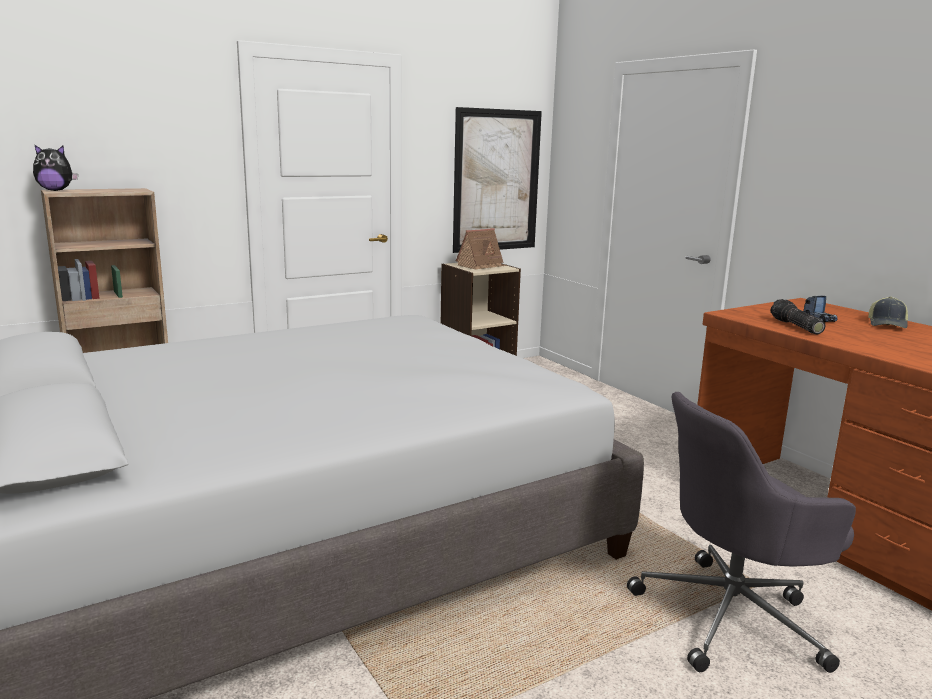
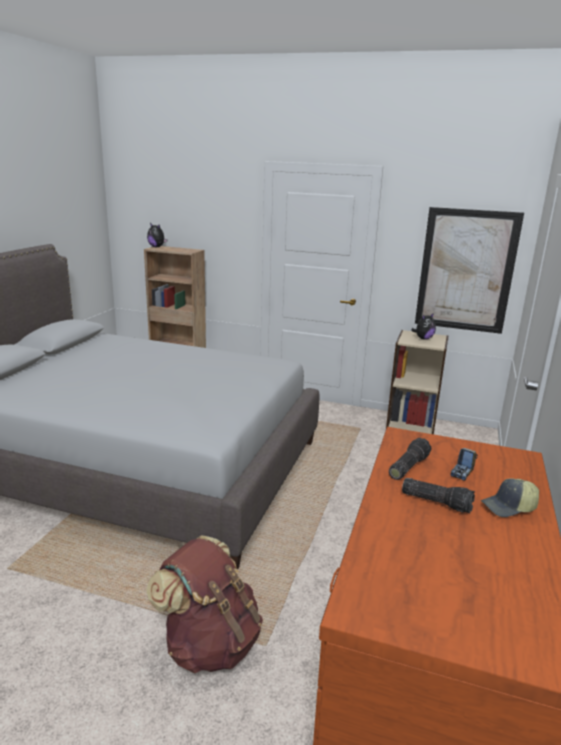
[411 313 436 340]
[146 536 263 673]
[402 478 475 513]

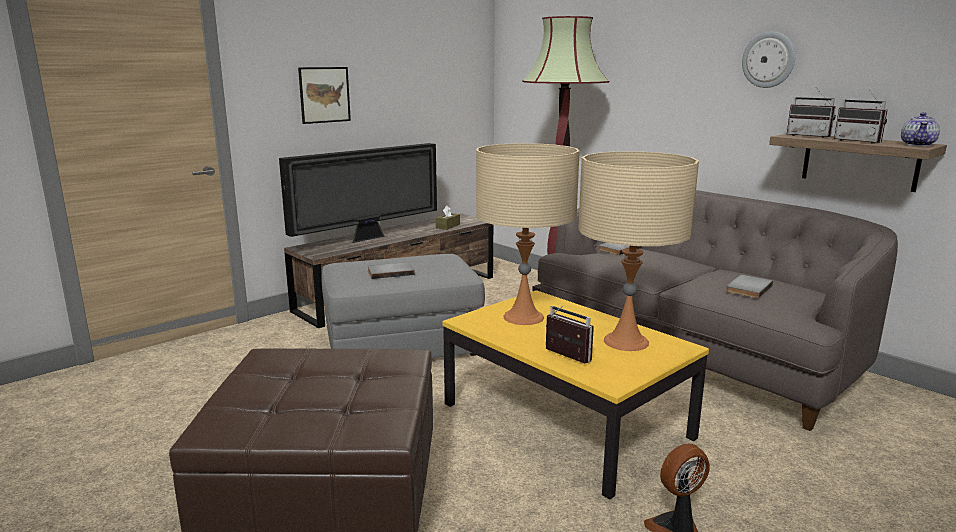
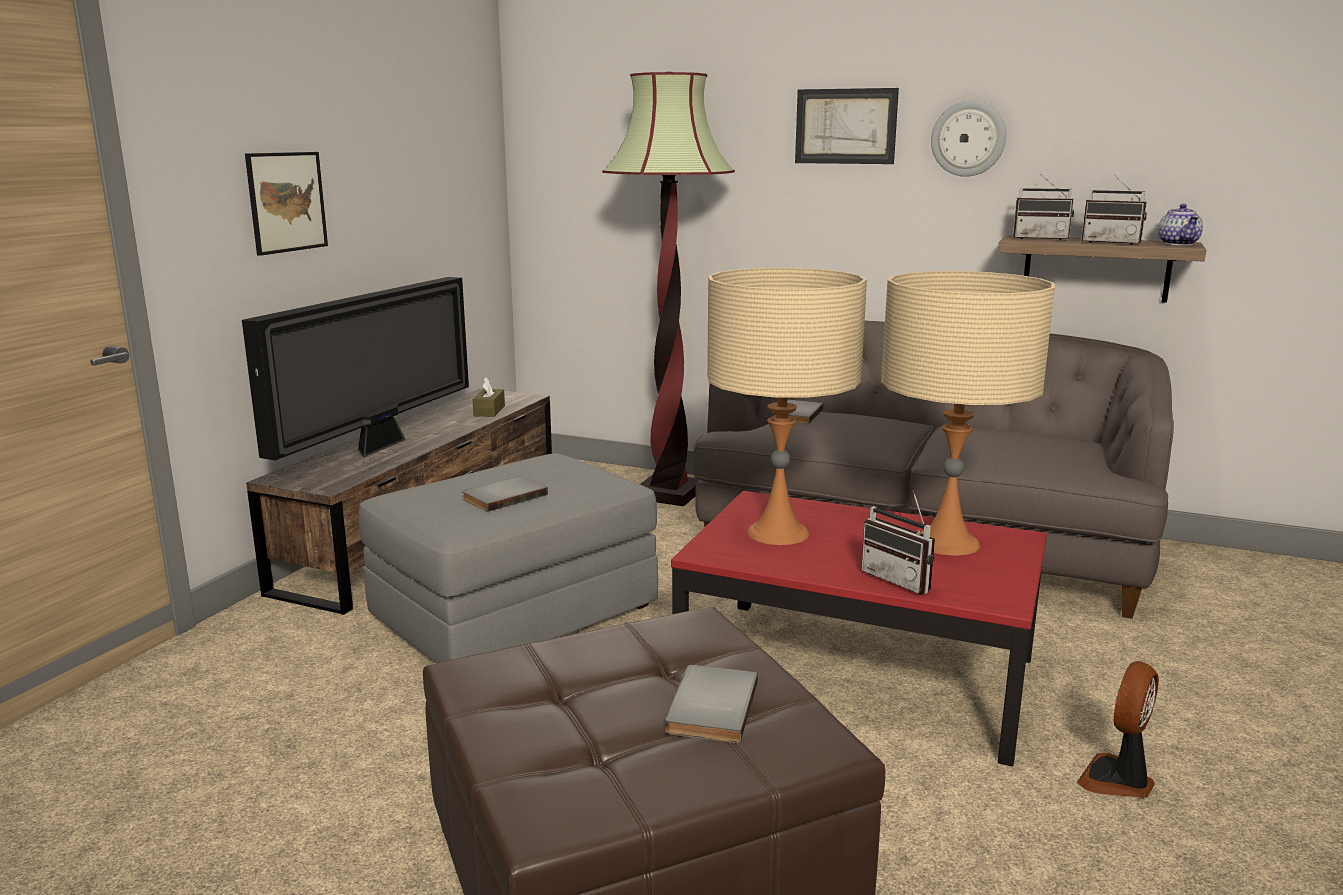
[671 491 1047 766]
[861 490 935 594]
[665 665 758 743]
[795 88 899 164]

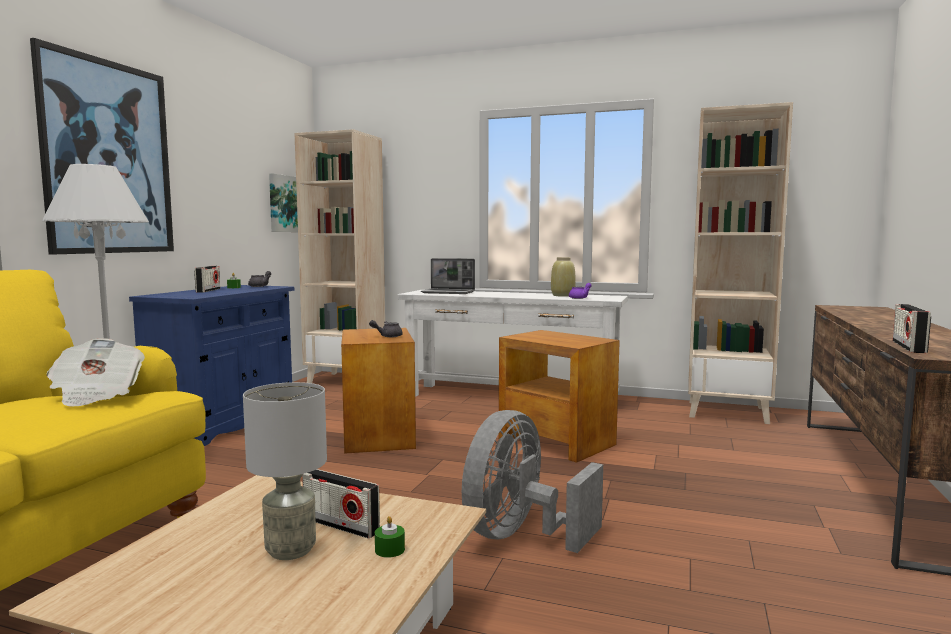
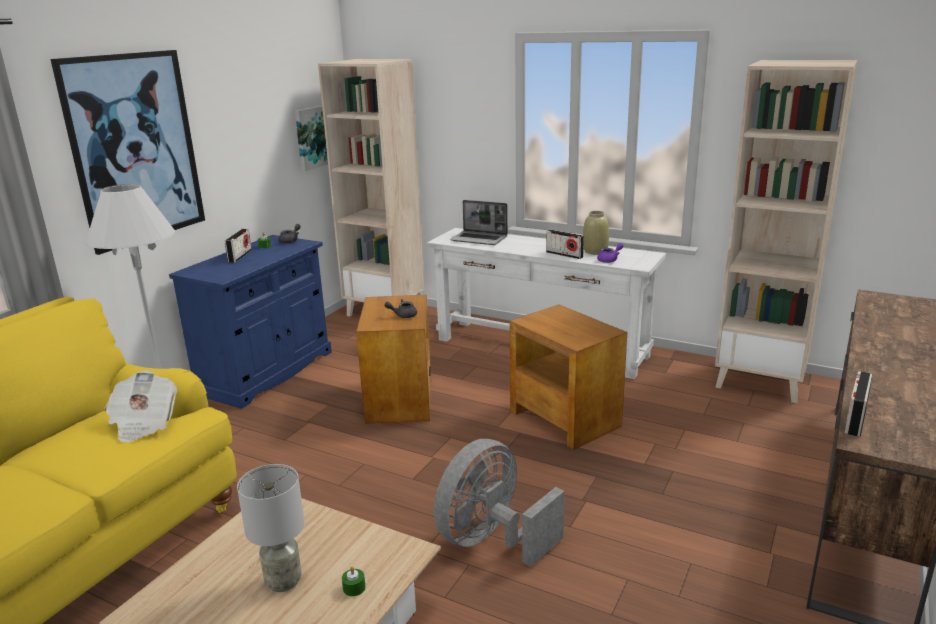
[546 230 584 259]

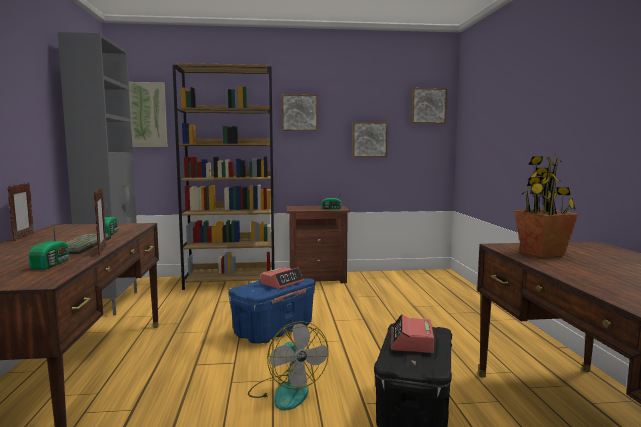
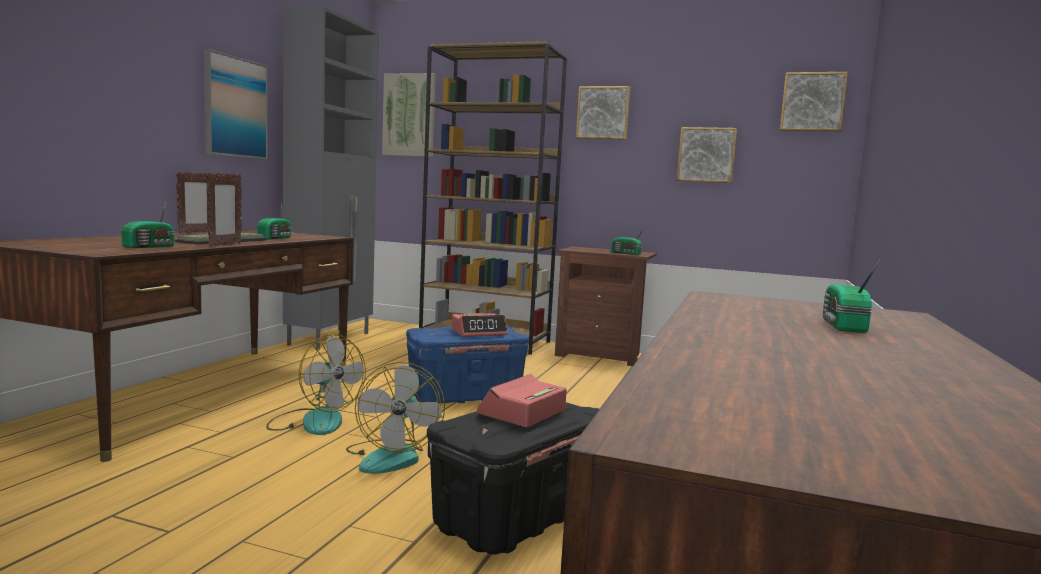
[514 153 578 257] (first image)
[204 49 268 160]
[266 334 366 435]
[823 259 881 333]

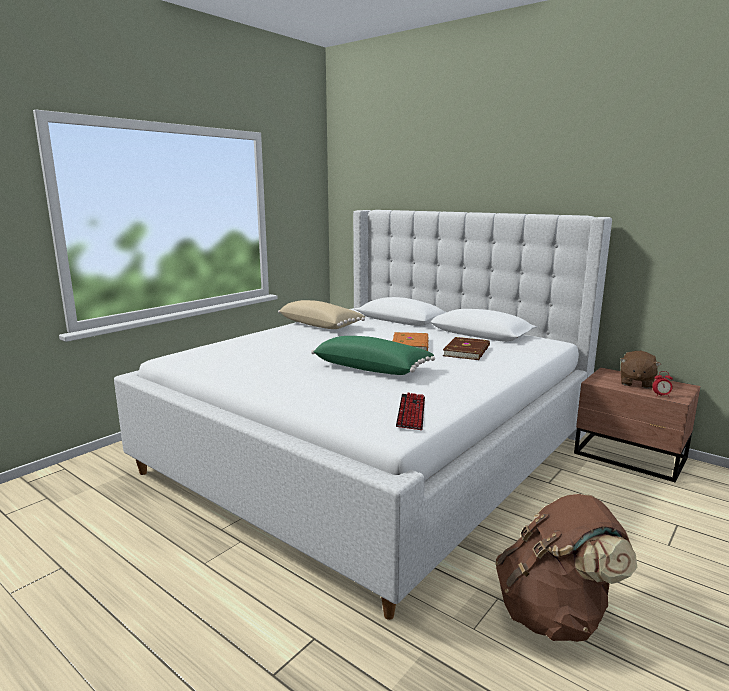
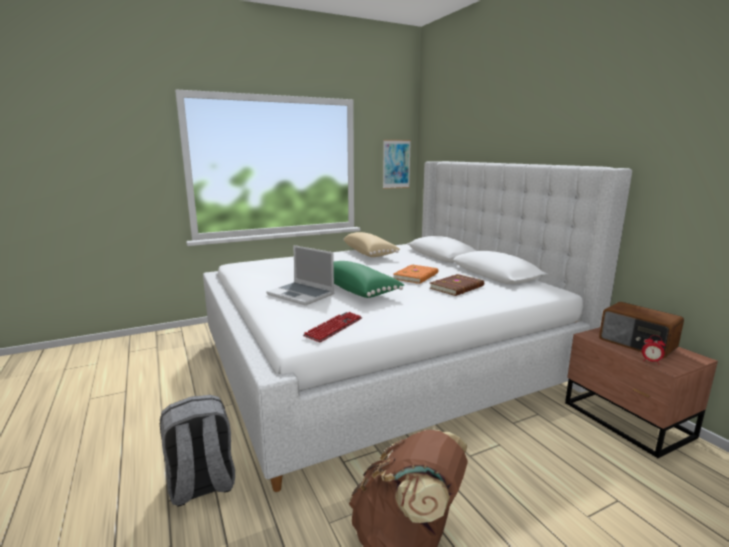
[599 302 684 359]
[160 395 235 507]
[266 245 335 306]
[383 140 411 189]

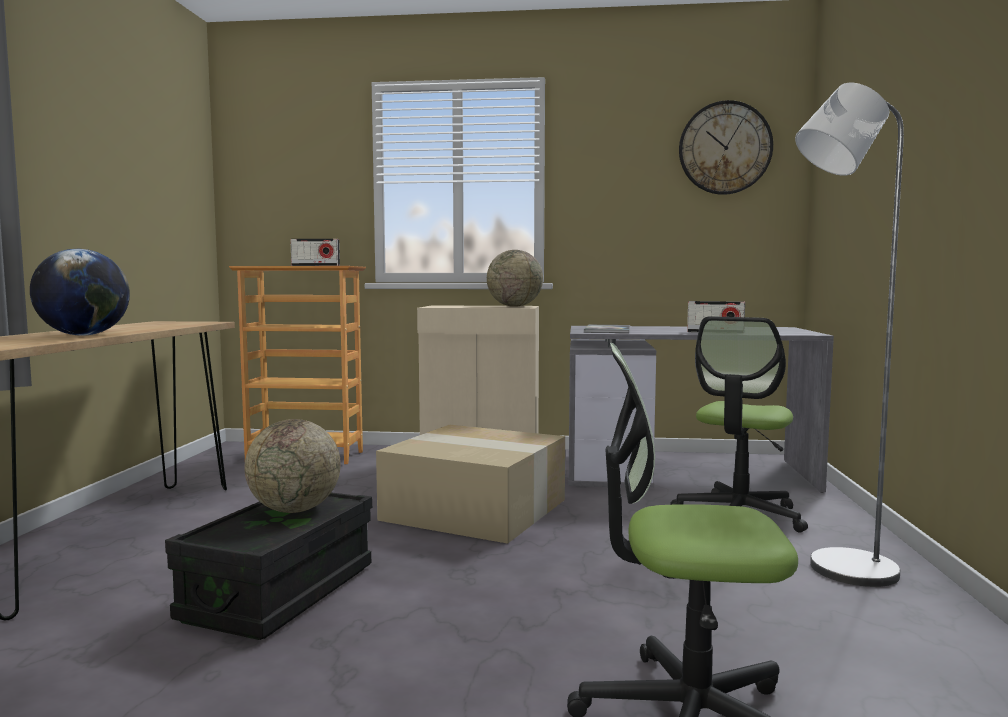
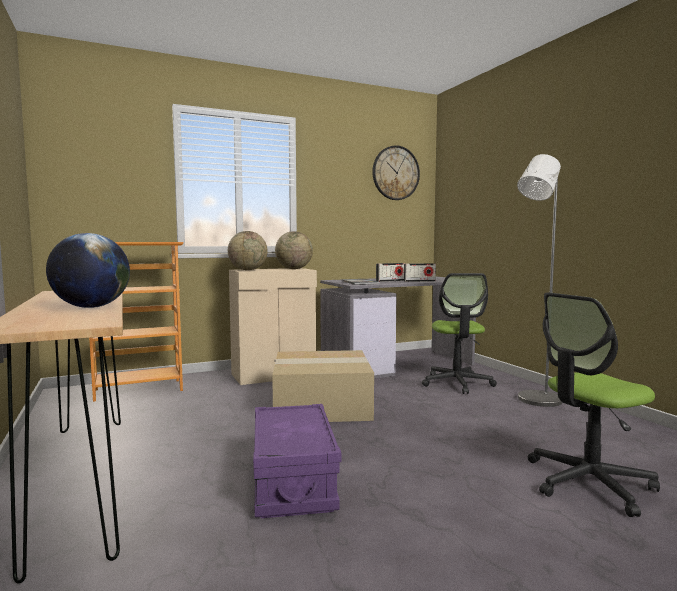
[253 404 341 518]
[228 231 268 270]
[376 263 405 282]

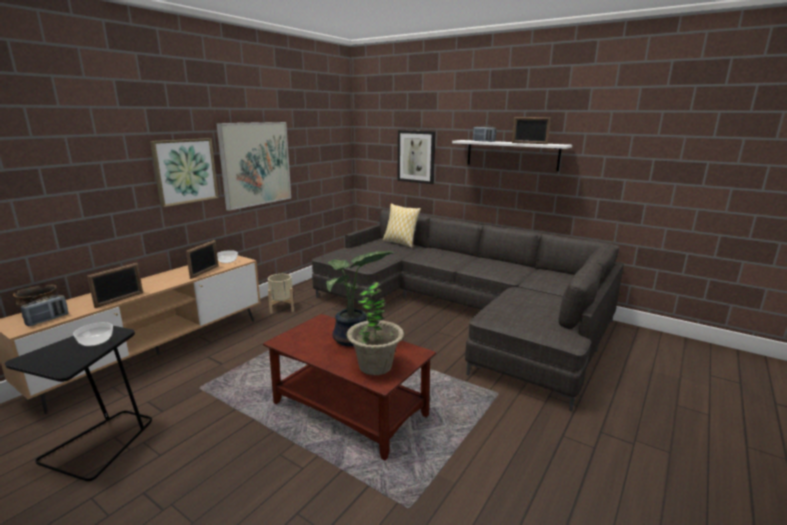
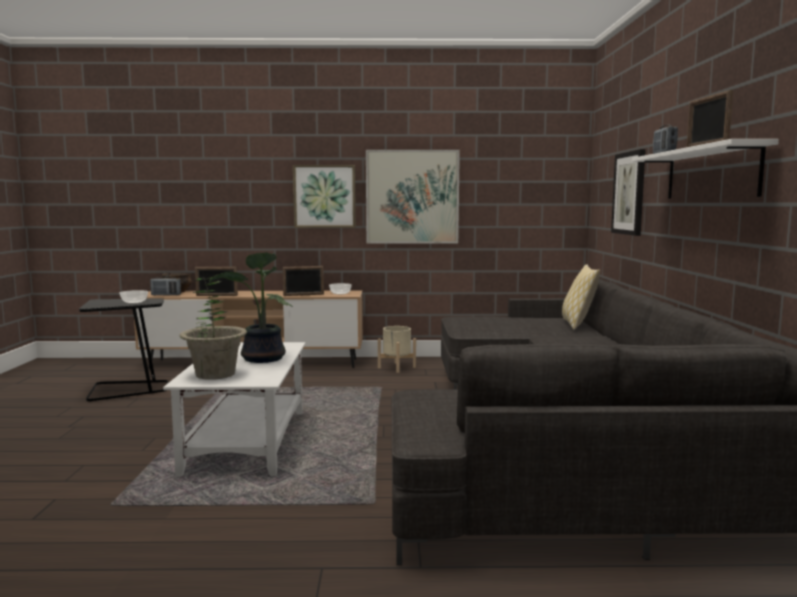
[163 342 306 476]

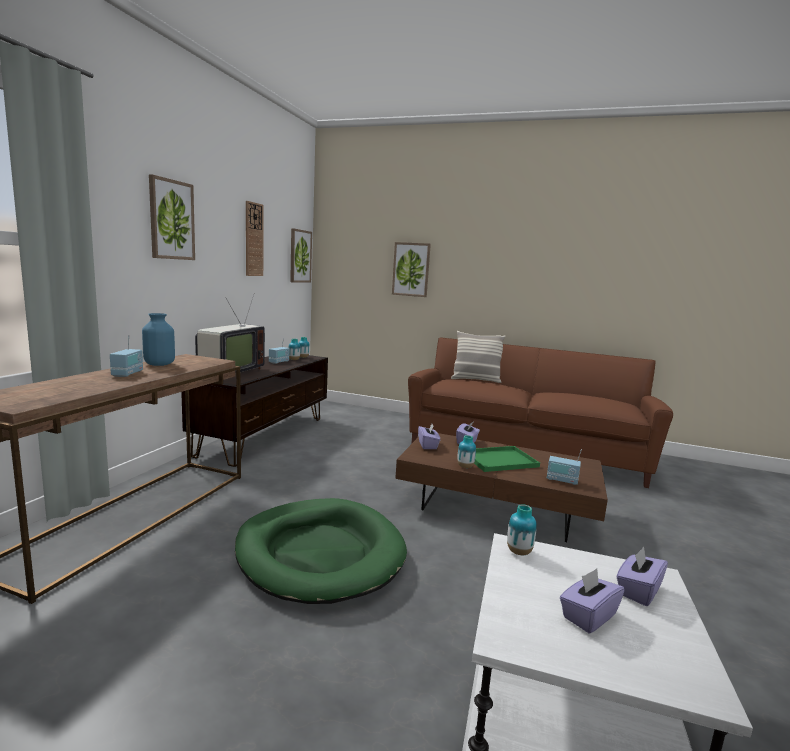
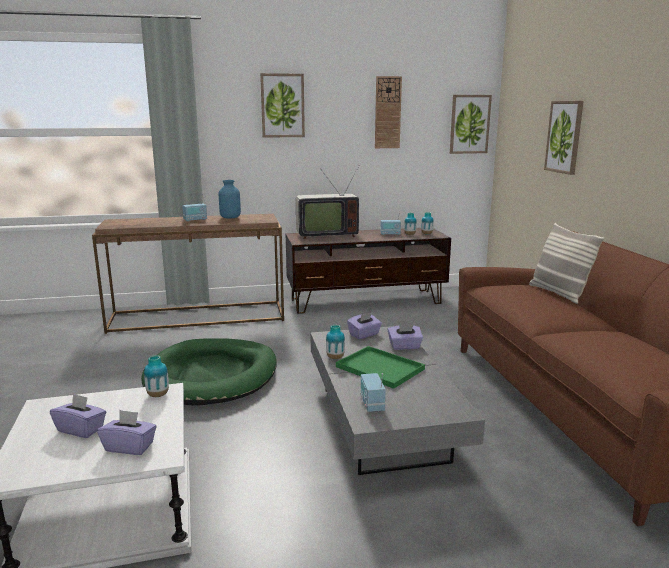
[310 326 485 475]

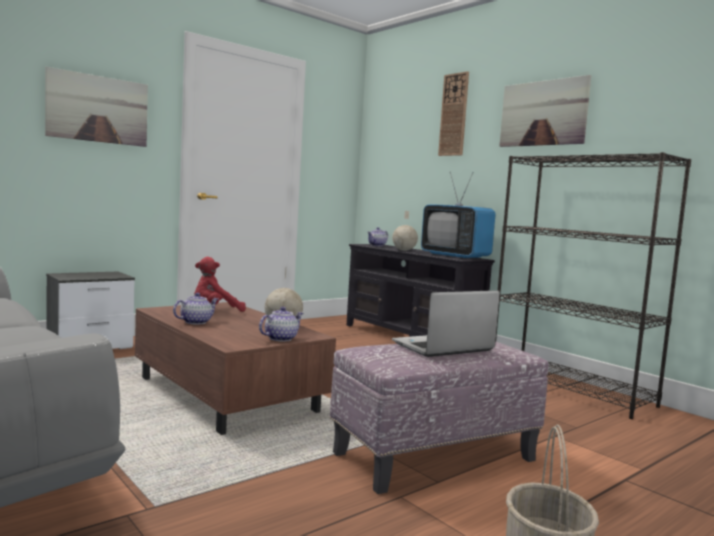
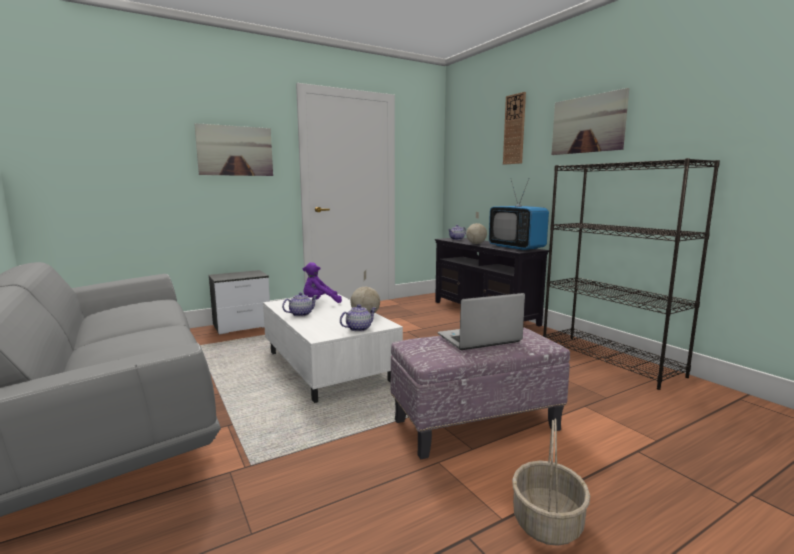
[263 294 403 403]
[303 262 342 303]

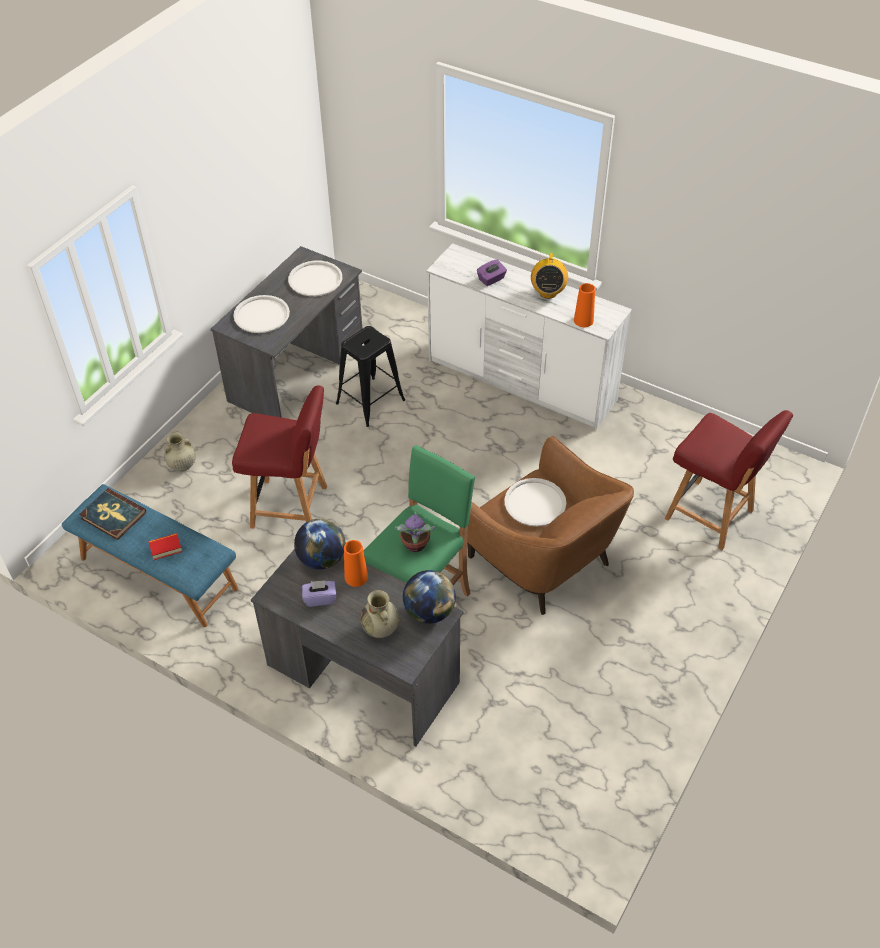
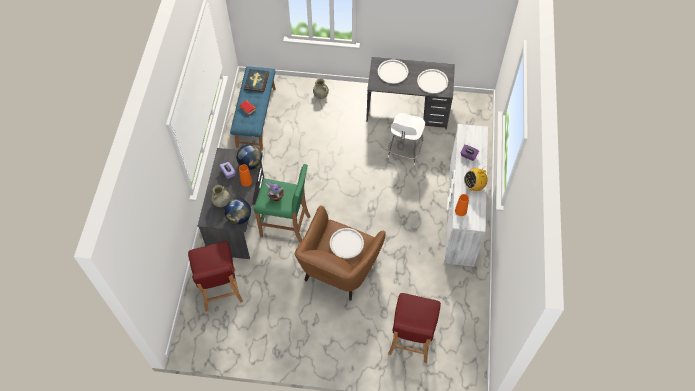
[188 241 243 312]
[388 113 425 165]

